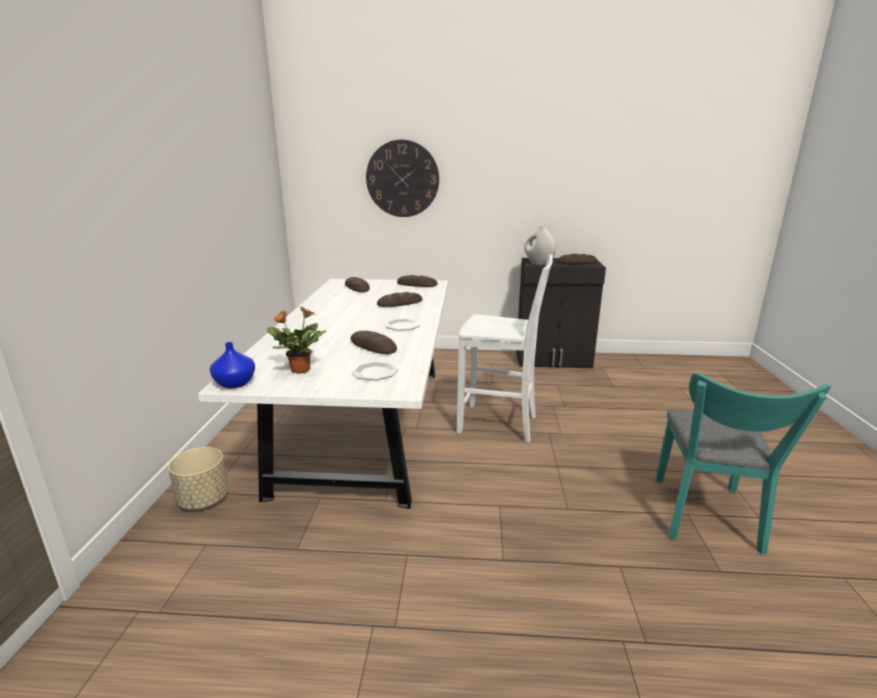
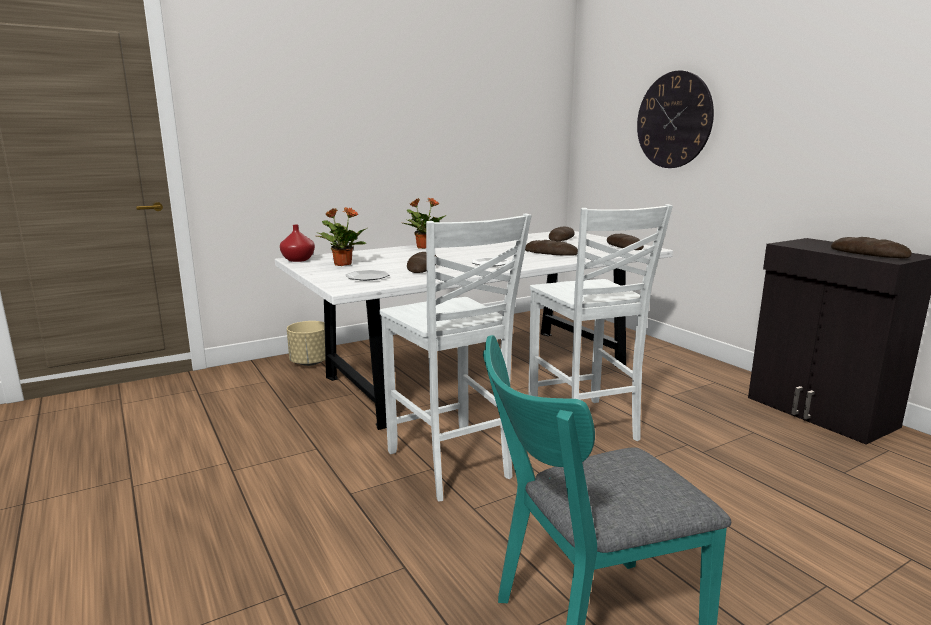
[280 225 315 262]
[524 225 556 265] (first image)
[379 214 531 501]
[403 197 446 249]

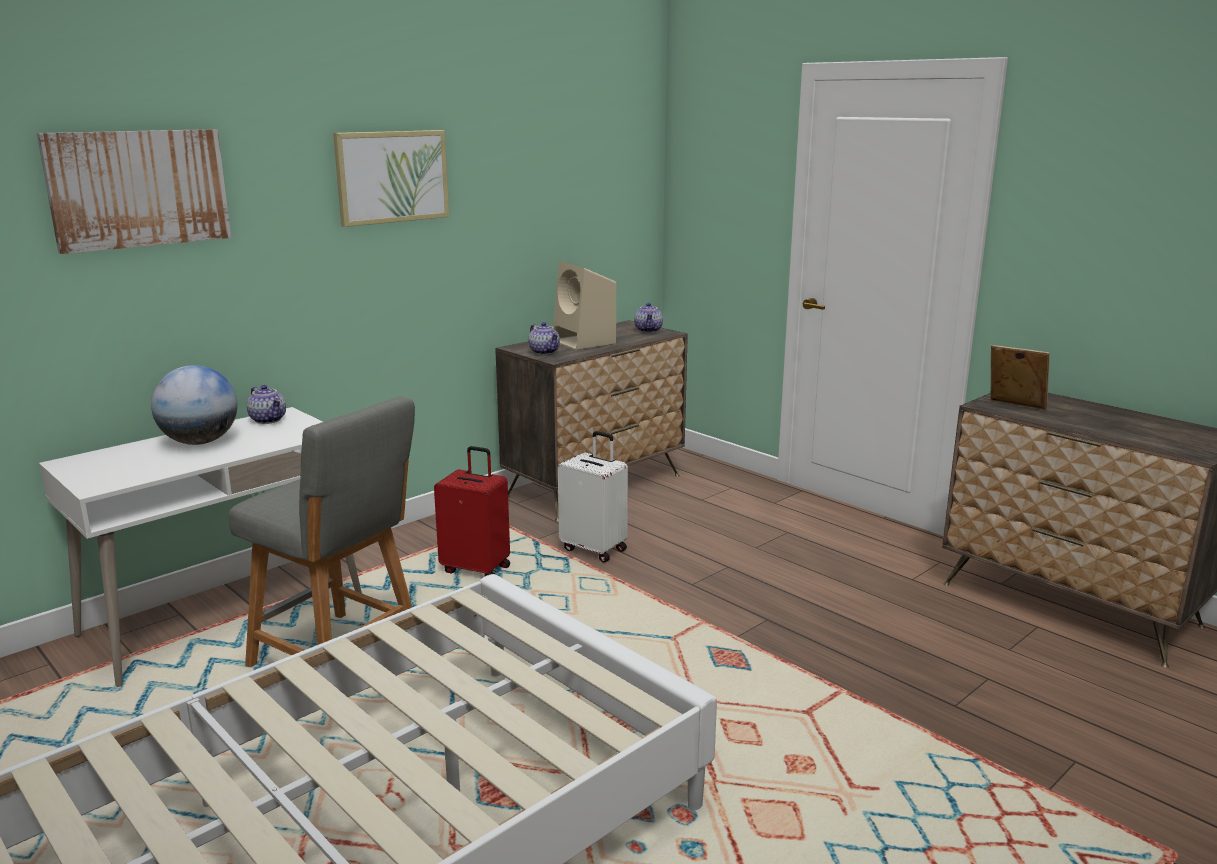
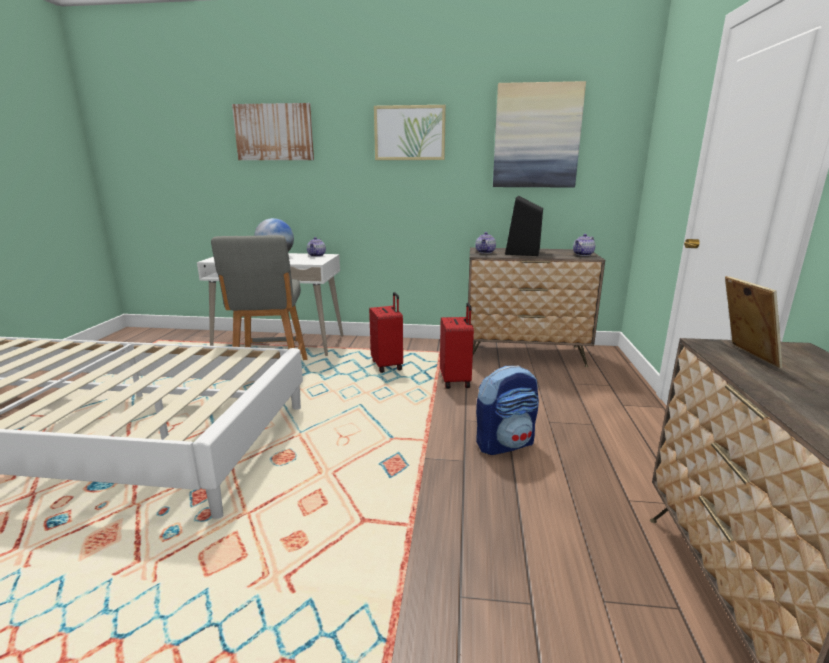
[505 196 543 256]
[440 303 474 389]
[476 365 539 455]
[493 81 586 187]

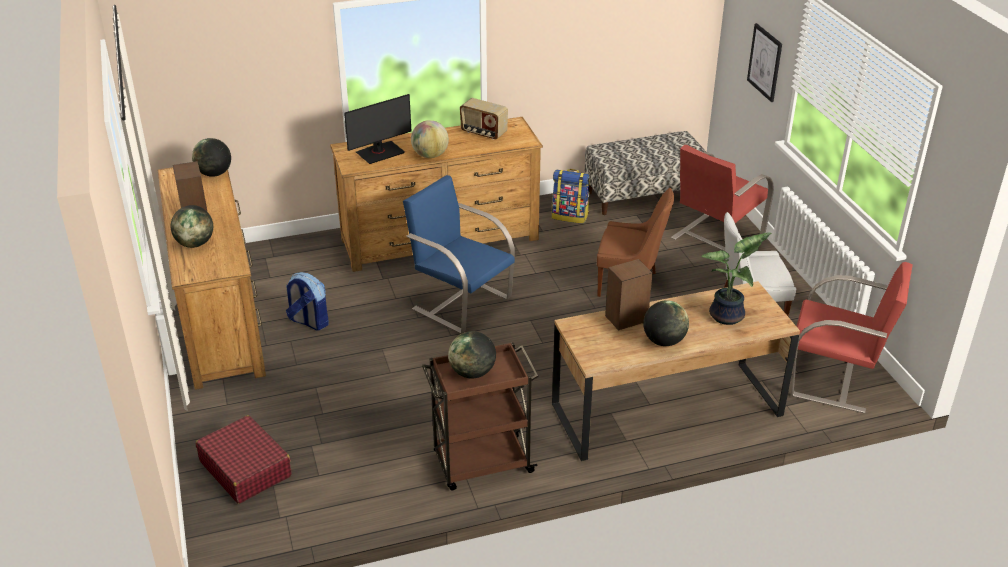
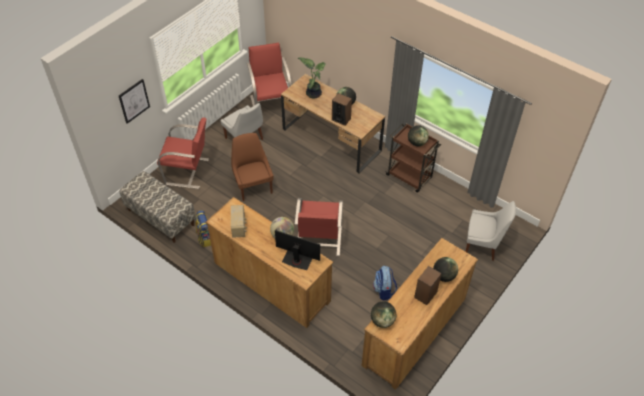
[465 201 516 261]
[294 198 343 256]

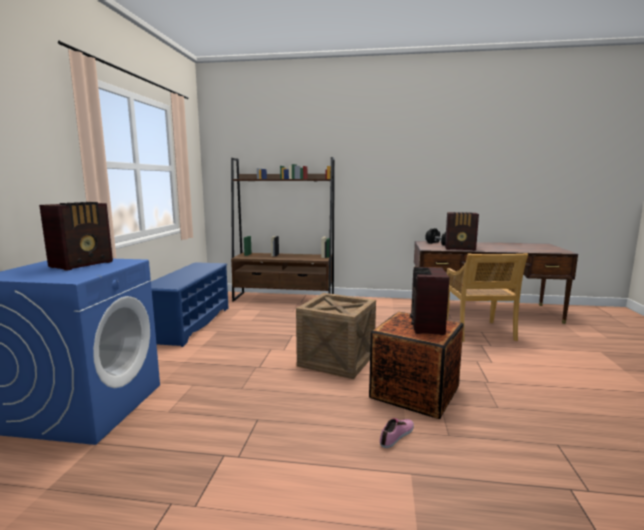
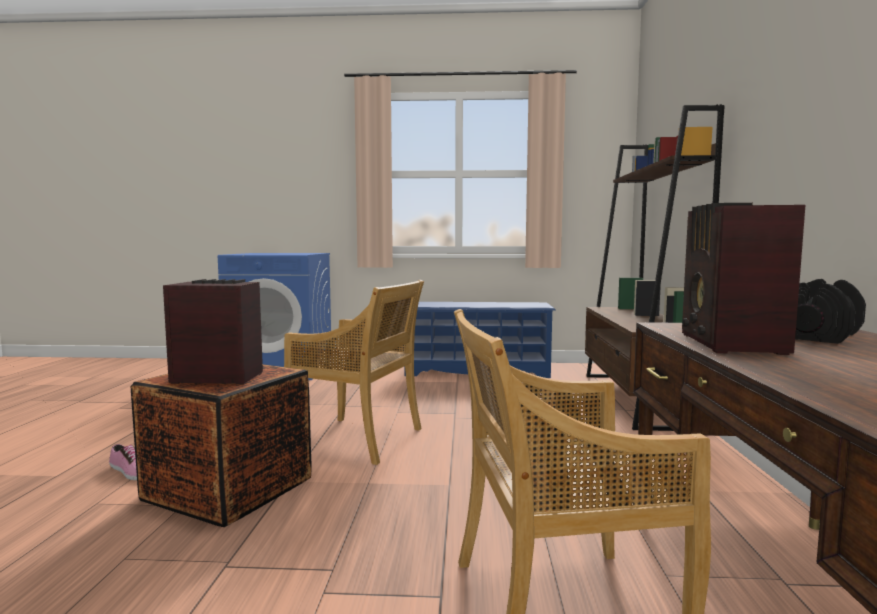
[39 202 113 271] (first image)
[284 280 424 465]

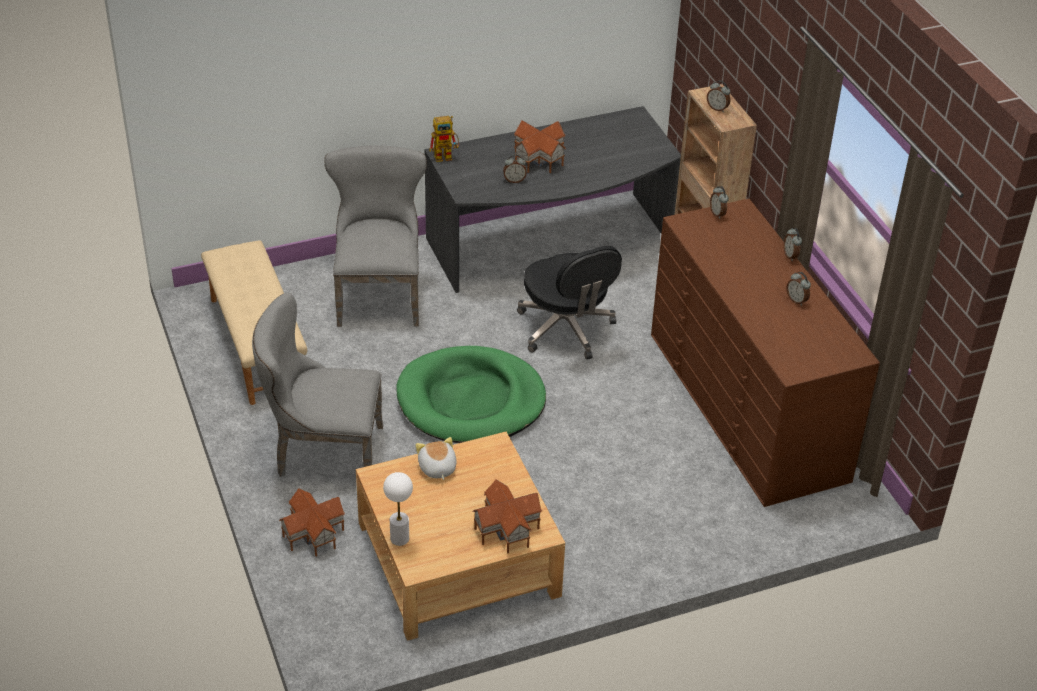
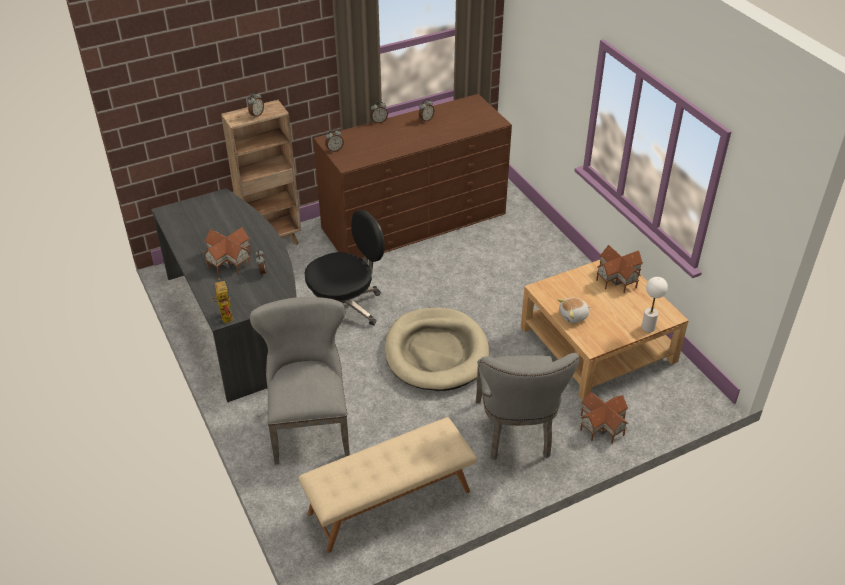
[250 297 350 465]
[385 307 489 391]

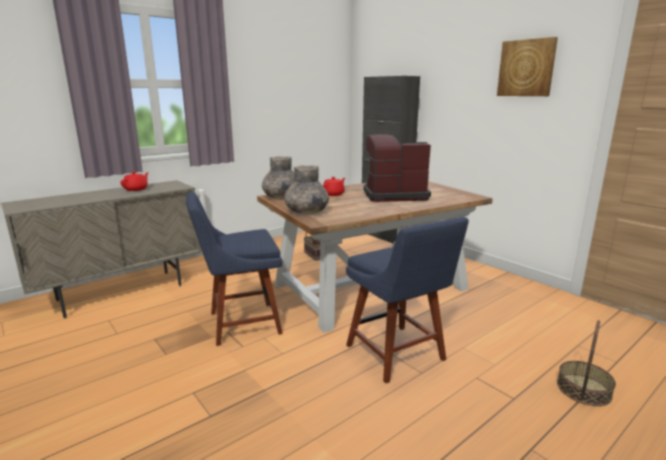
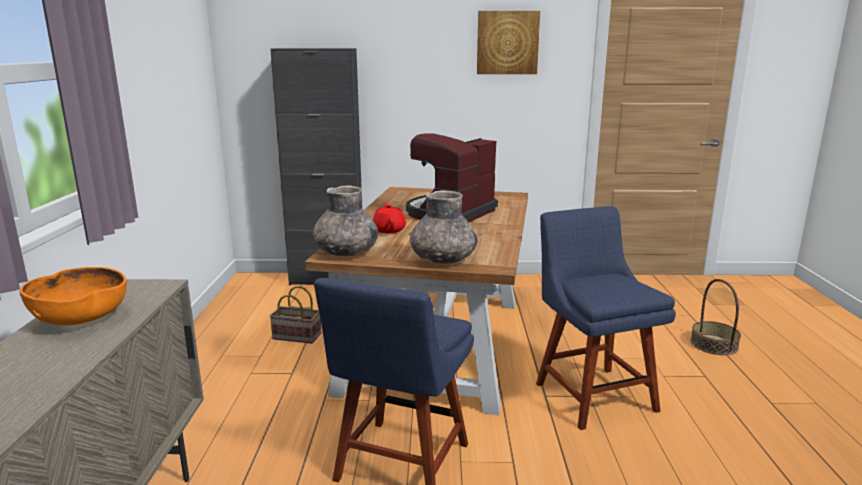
[20 267 127 326]
[536 206 676 430]

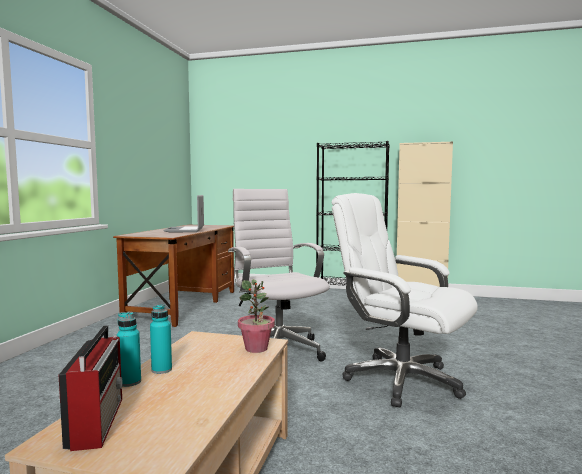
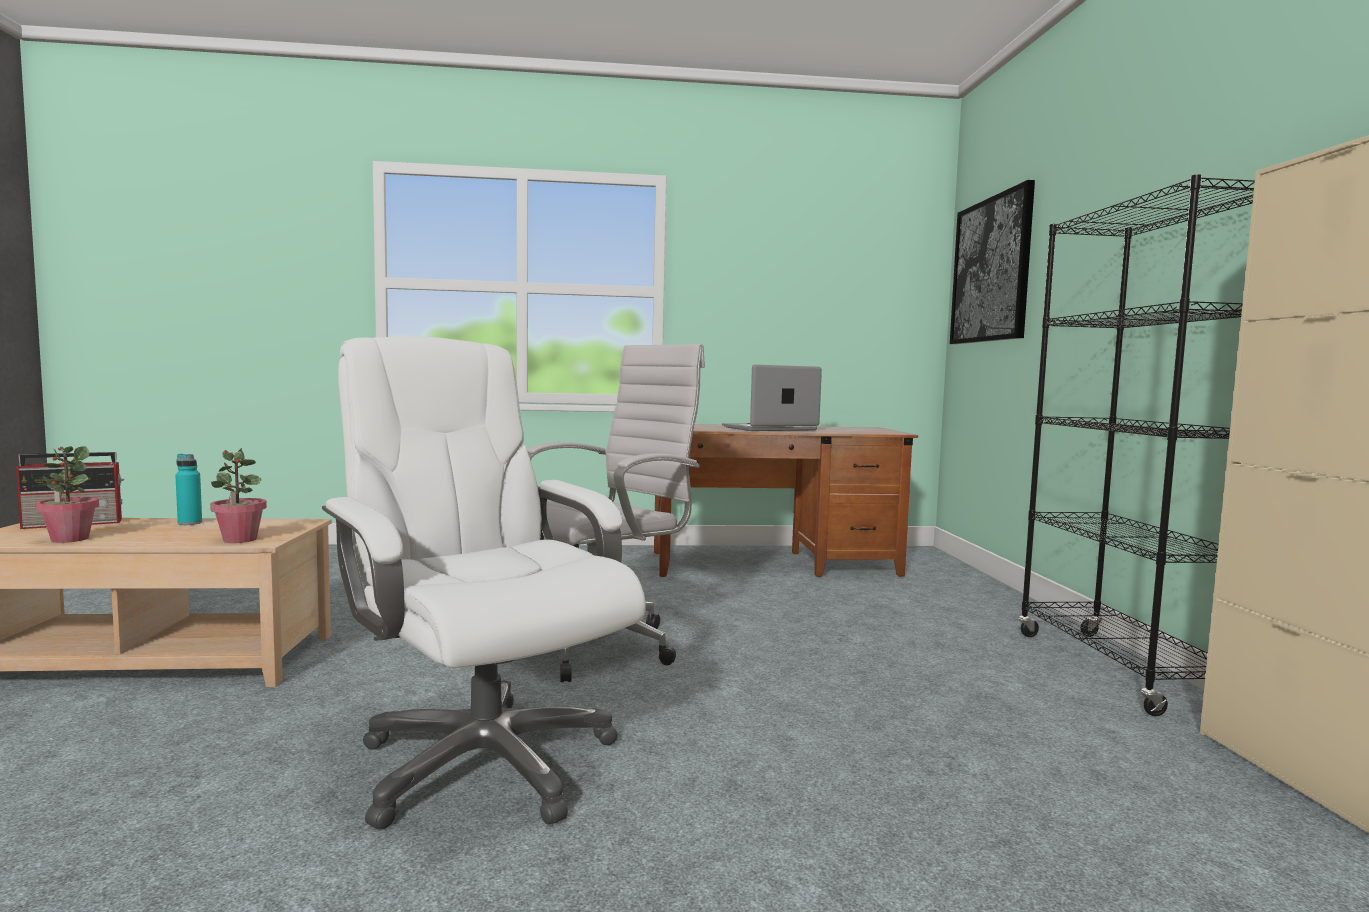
[117 312 141 387] (first image)
[322 337 646 829]
[36 446 99 543]
[950 180 1035 344]

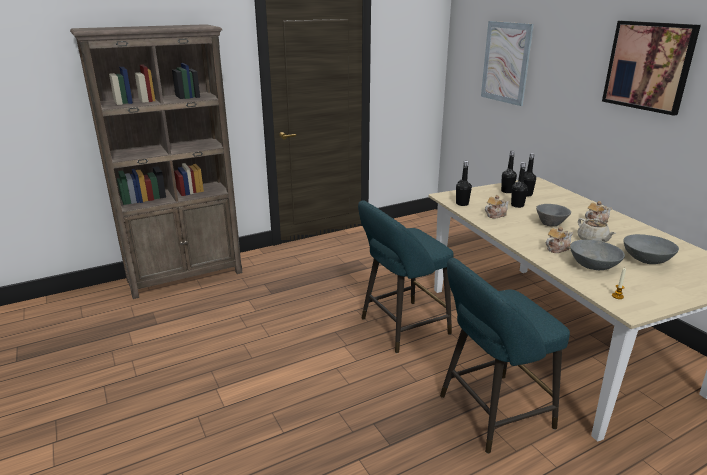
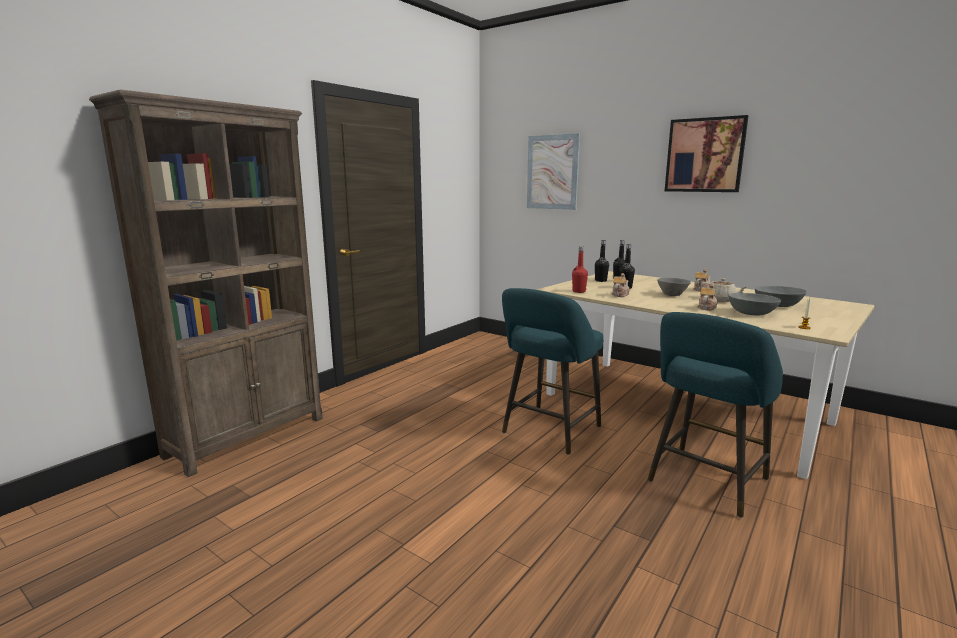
[572 246 588 293]

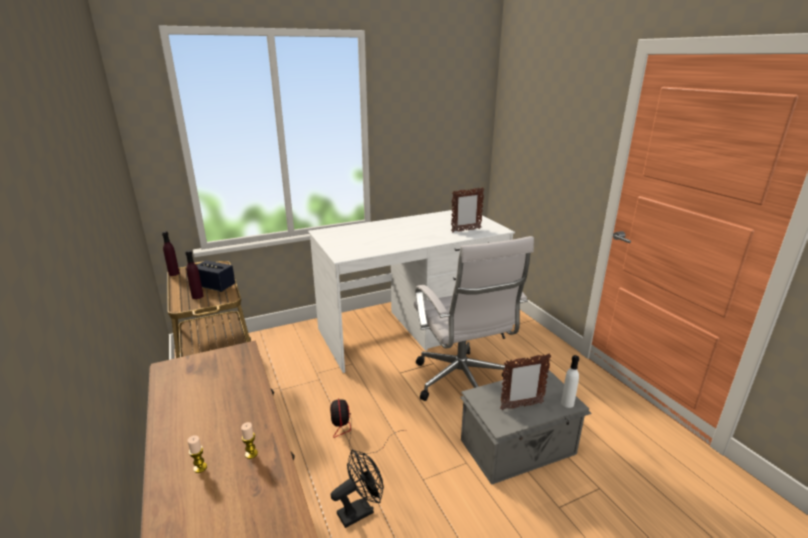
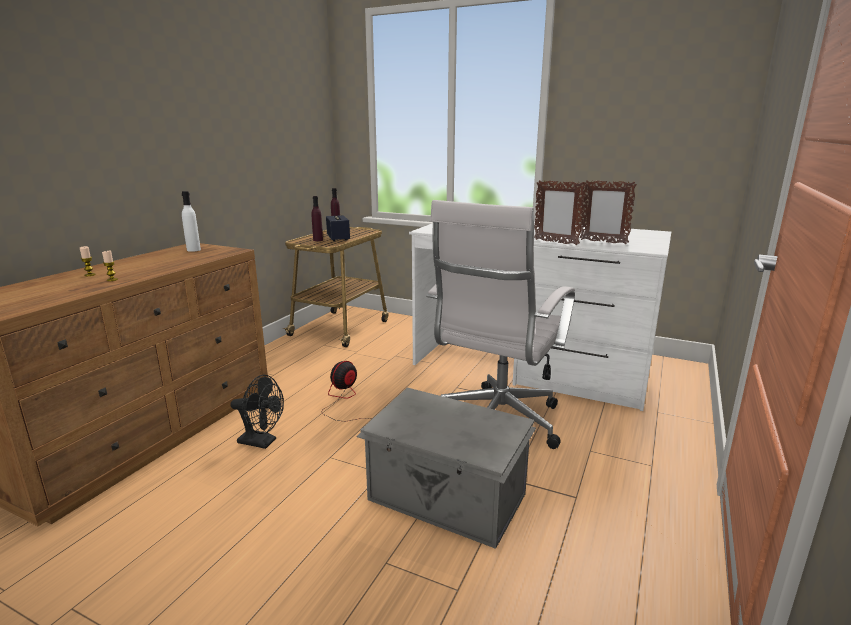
[534 180 586 245]
[182 191 201 252]

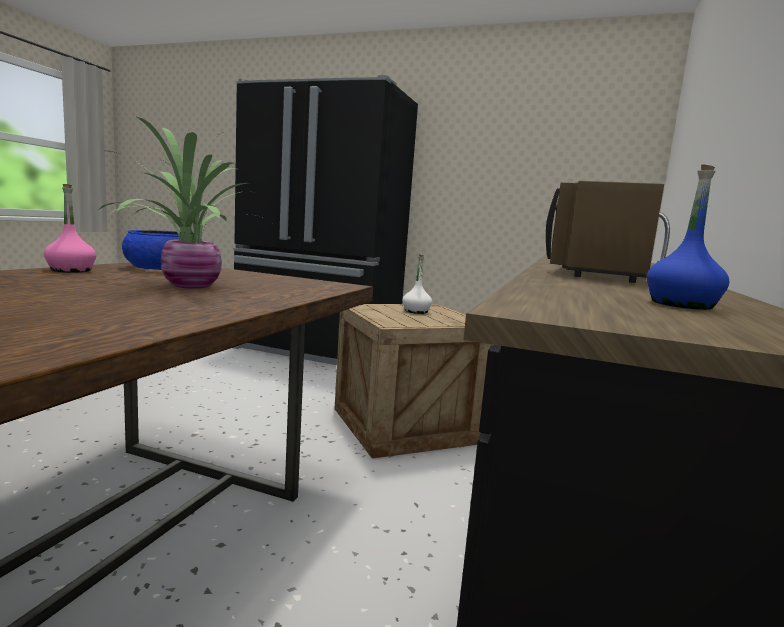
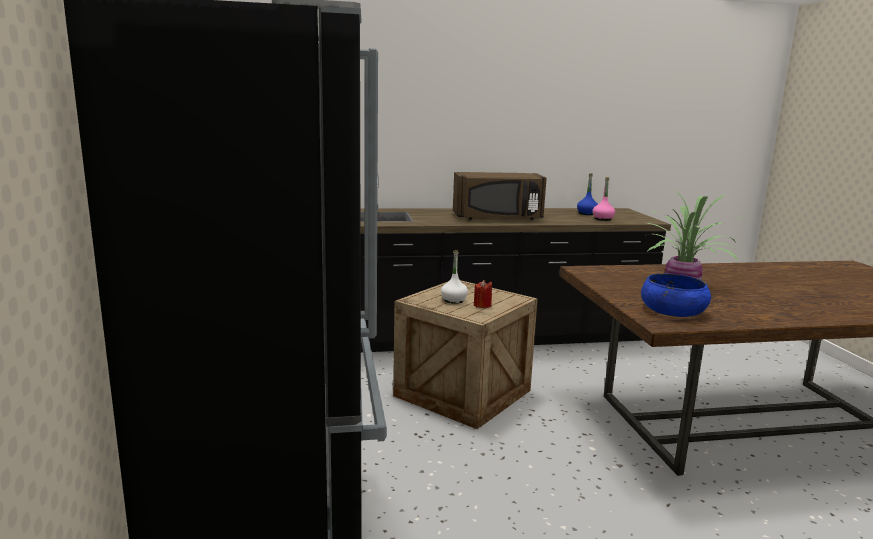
[593 177 615 221]
[474 280 492 308]

